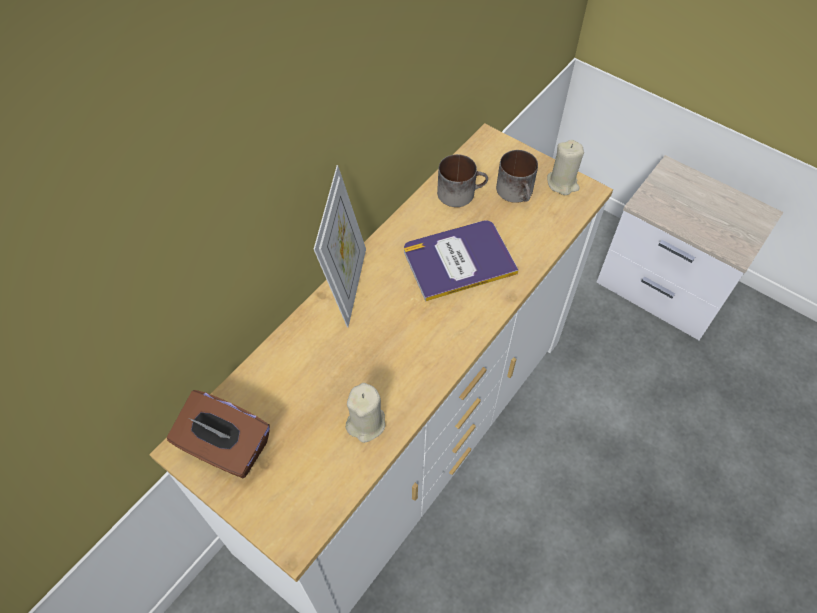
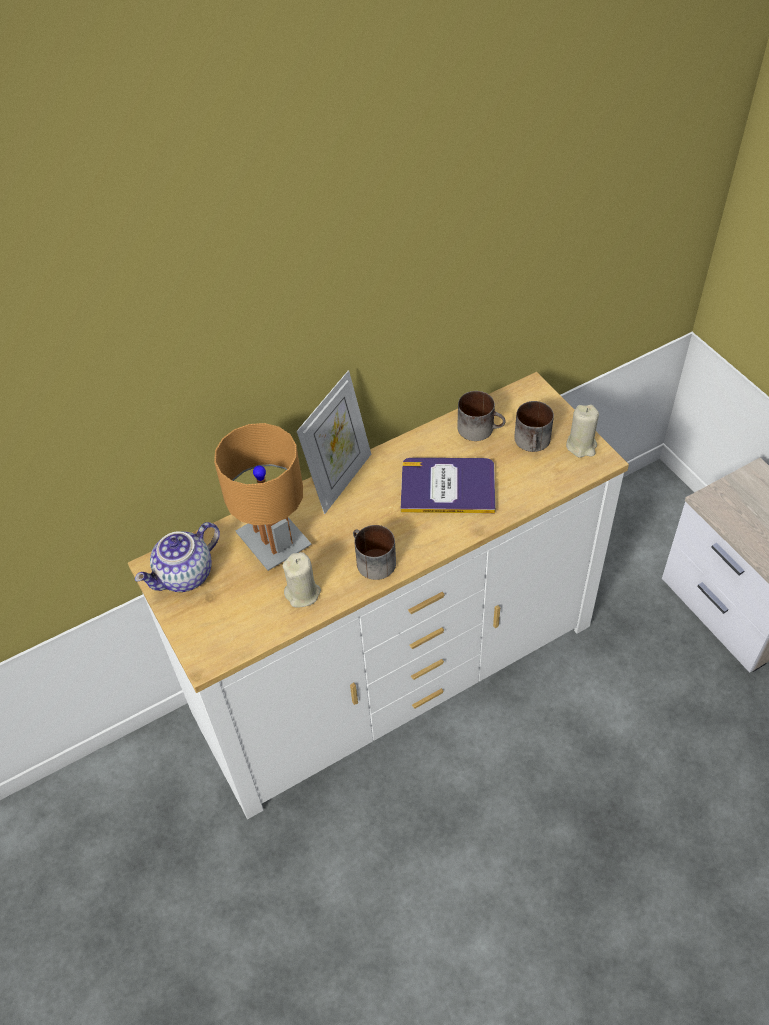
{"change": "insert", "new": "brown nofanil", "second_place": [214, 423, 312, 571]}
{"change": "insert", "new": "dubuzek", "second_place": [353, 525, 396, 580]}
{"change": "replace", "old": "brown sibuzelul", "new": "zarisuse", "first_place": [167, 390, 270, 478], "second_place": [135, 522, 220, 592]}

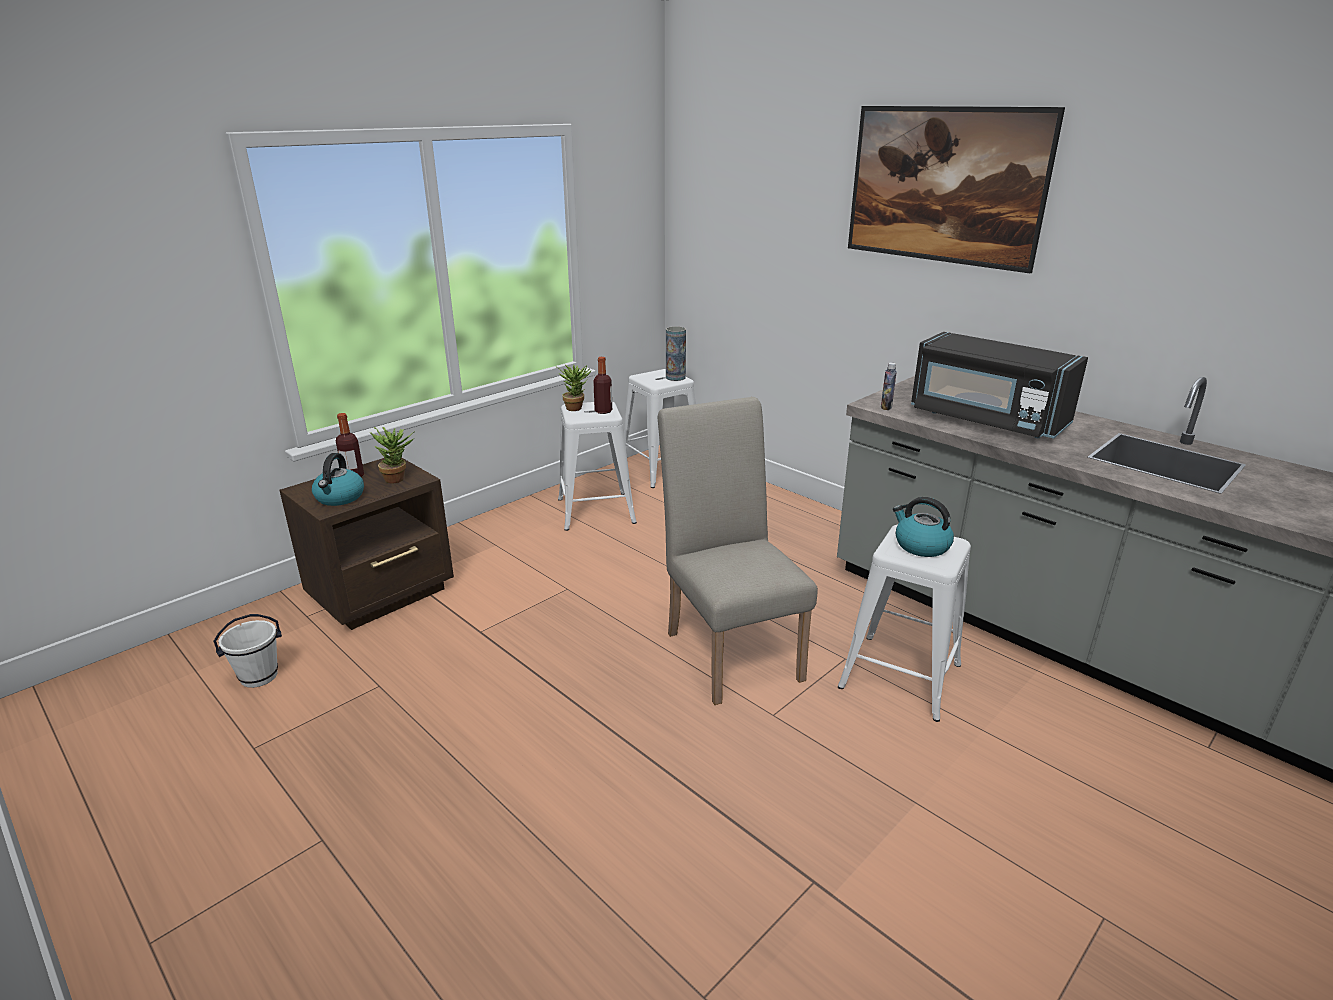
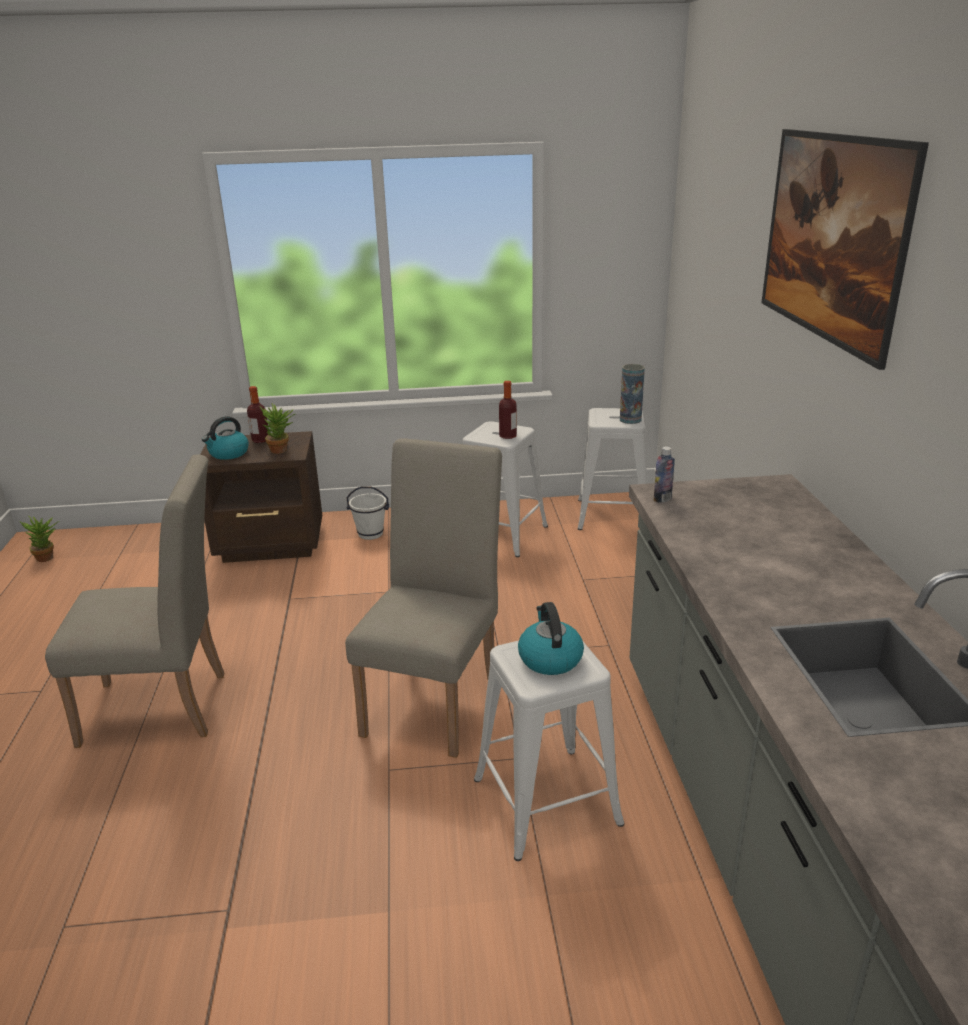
{"change": "delete", "old": "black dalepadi", "first_place": [911, 332, 1088, 439]}
{"change": "insert", "new": "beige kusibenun", "second_place": [45, 455, 224, 748]}
{"change": "move", "old": "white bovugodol", "first_place": [213, 614, 282, 688], "second_place": [346, 486, 389, 540]}
{"change": "move", "old": "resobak", "first_place": [555, 365, 592, 411], "second_place": [19, 516, 59, 562]}

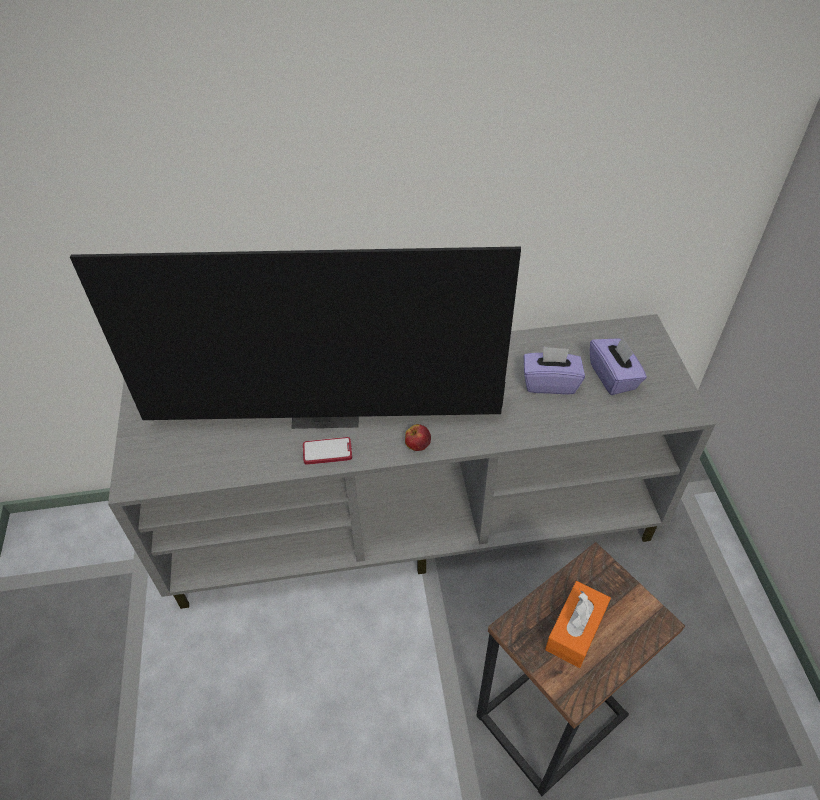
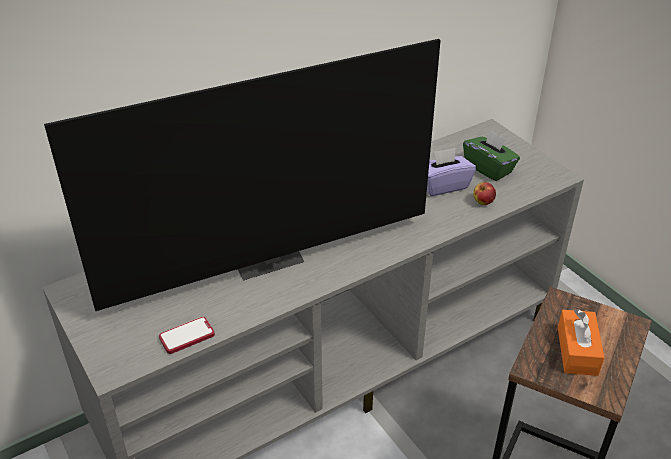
{"change": "move", "old": "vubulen", "first_place": [303, 437, 352, 465], "second_place": [159, 317, 215, 354]}
{"change": "move", "old": "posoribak", "first_place": [405, 424, 431, 451], "second_place": [473, 182, 496, 205]}
{"change": "recolor", "old": "purple sibuzelul", "new": "green sibuzelul", "first_place": [590, 337, 647, 395], "second_place": [463, 130, 520, 181]}

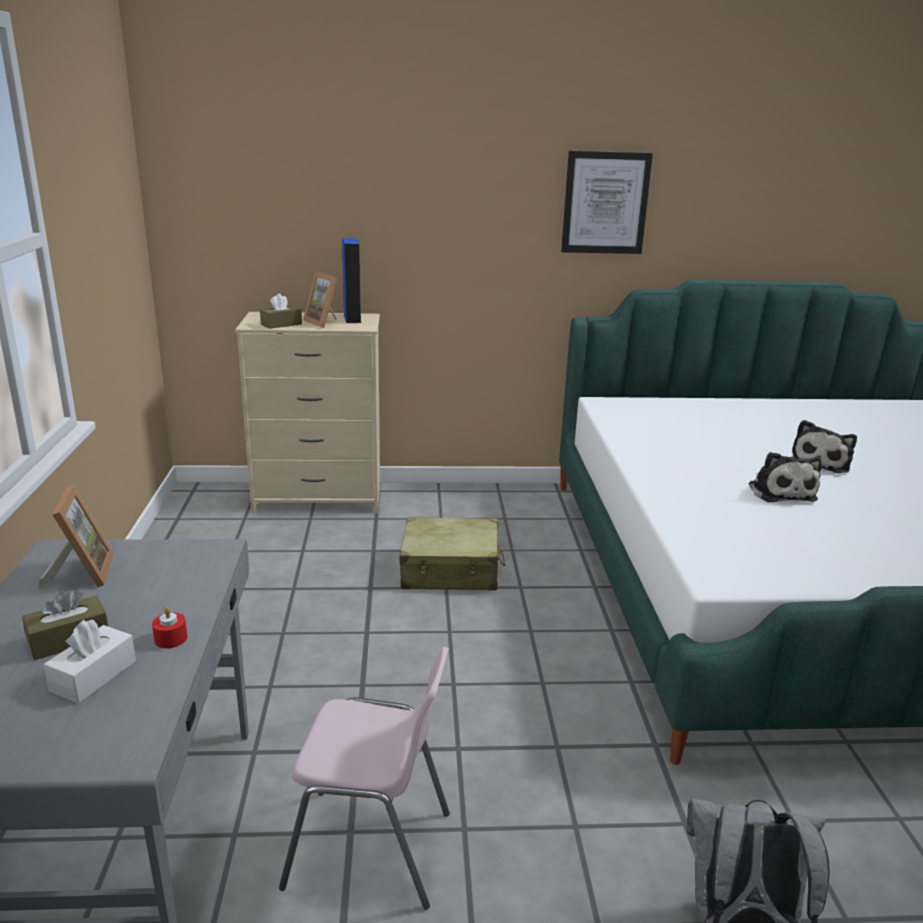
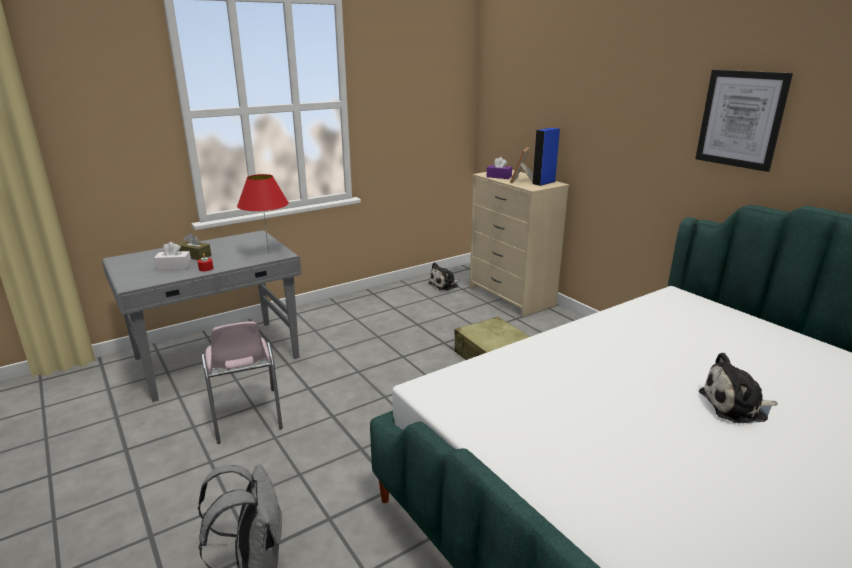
{"change": "delete", "old": "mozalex", "first_place": [38, 485, 114, 588]}
{"change": "insert", "new": "red nofanil", "second_place": [237, 174, 289, 254]}
{"change": "move", "old": "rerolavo", "first_place": [749, 452, 822, 502], "second_place": [428, 262, 460, 291]}
{"change": "recolor", "old": "brown sibuzelul", "new": "purple sibuzelul", "first_place": [260, 293, 302, 329], "second_place": [487, 157, 512, 179]}

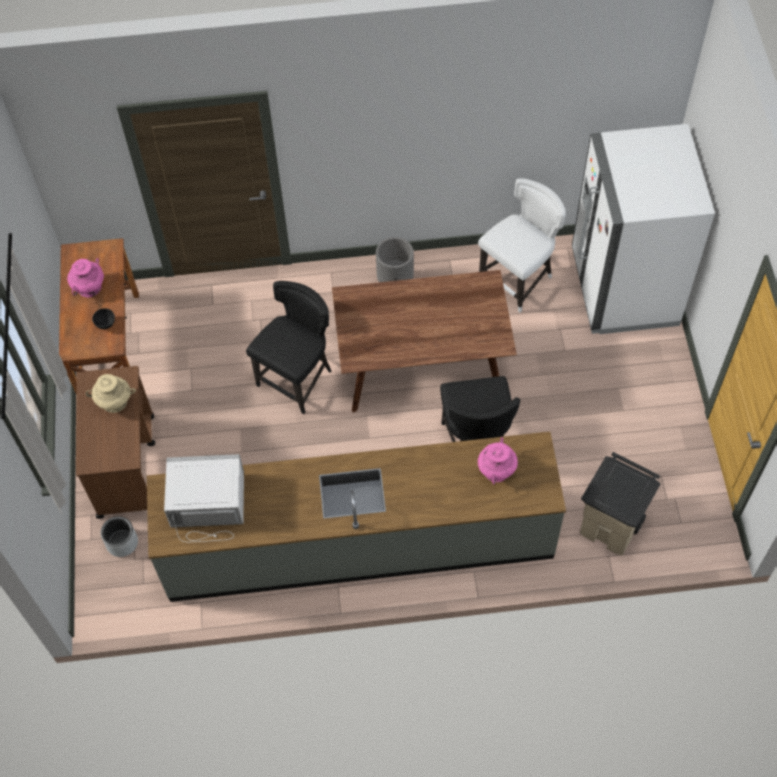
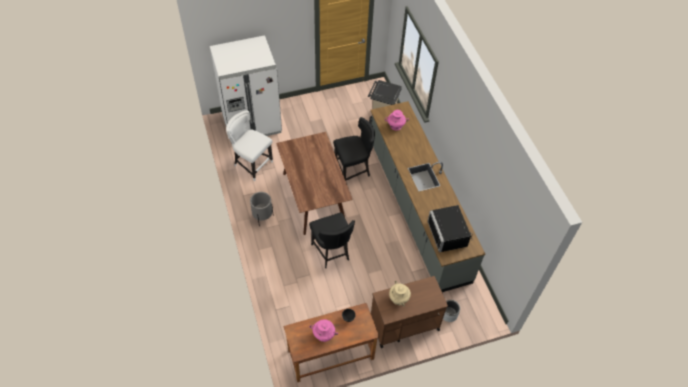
{"change": "recolor", "old": "white dalepadi", "new": "black dalepadi", "first_place": [164, 454, 244, 542], "second_place": [428, 205, 473, 252]}
{"change": "rotate", "old": "black kusibenun", "first_place": [246, 281, 332, 414], "second_place": [309, 212, 355, 268], "degrees": -135}

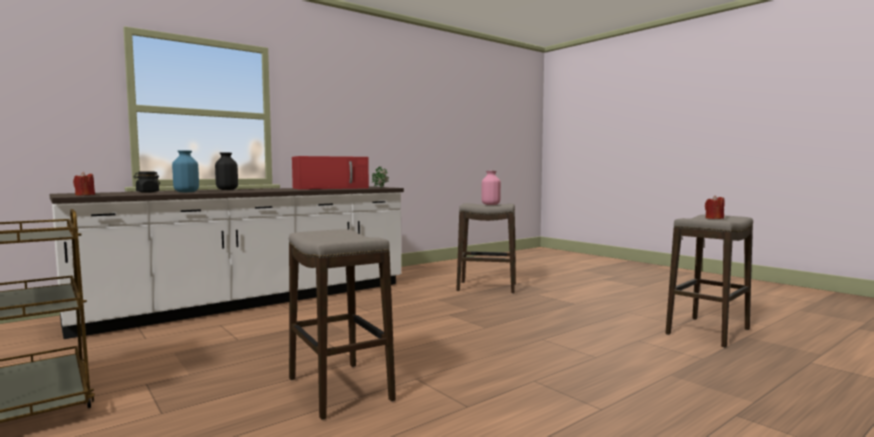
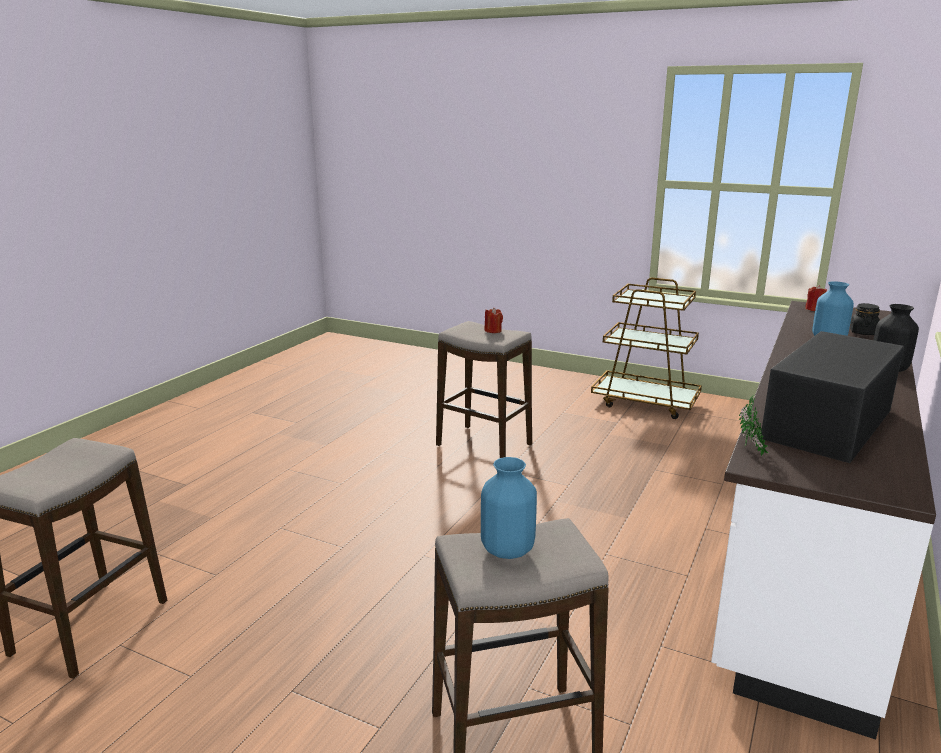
{"change": "move", "old": "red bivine", "first_place": [705, 195, 724, 219], "second_place": [484, 308, 503, 333]}
{"change": "recolor", "old": "red dalepadi", "new": "black dalepadi", "first_place": [292, 156, 369, 190], "second_place": [762, 331, 904, 463]}
{"change": "recolor", "old": "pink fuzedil", "new": "blue fuzedil", "first_place": [482, 171, 501, 205], "second_place": [481, 457, 537, 559]}

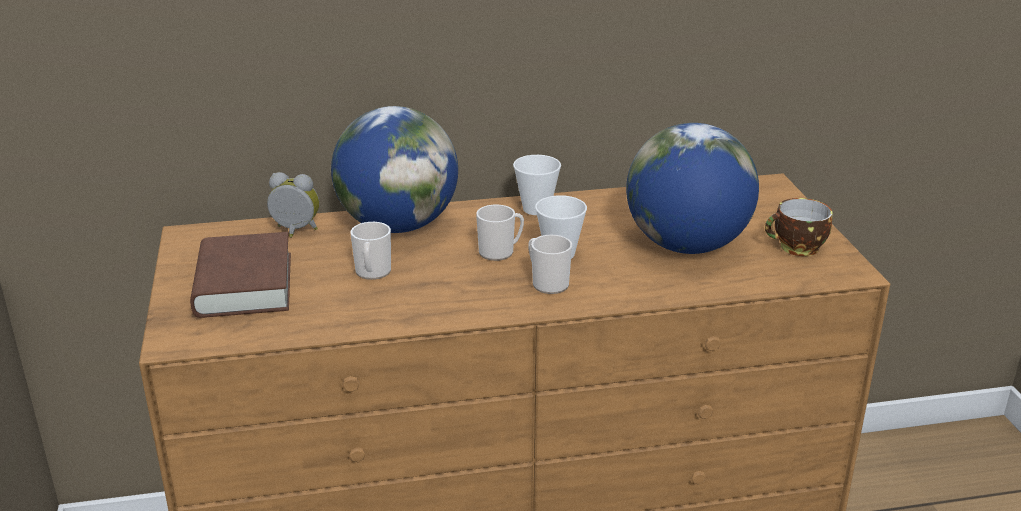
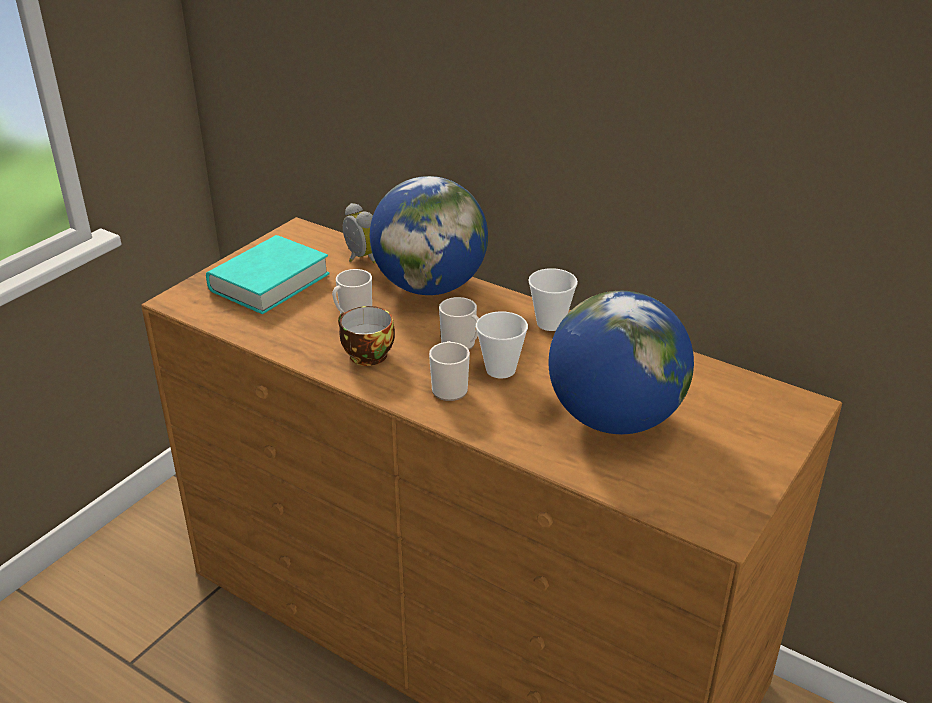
{"change": "move", "old": "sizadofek", "first_place": [765, 198, 832, 256], "second_place": [338, 306, 395, 366]}
{"change": "recolor", "old": "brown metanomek", "new": "turquoise metanomek", "first_place": [190, 232, 291, 318], "second_place": [206, 235, 329, 314]}

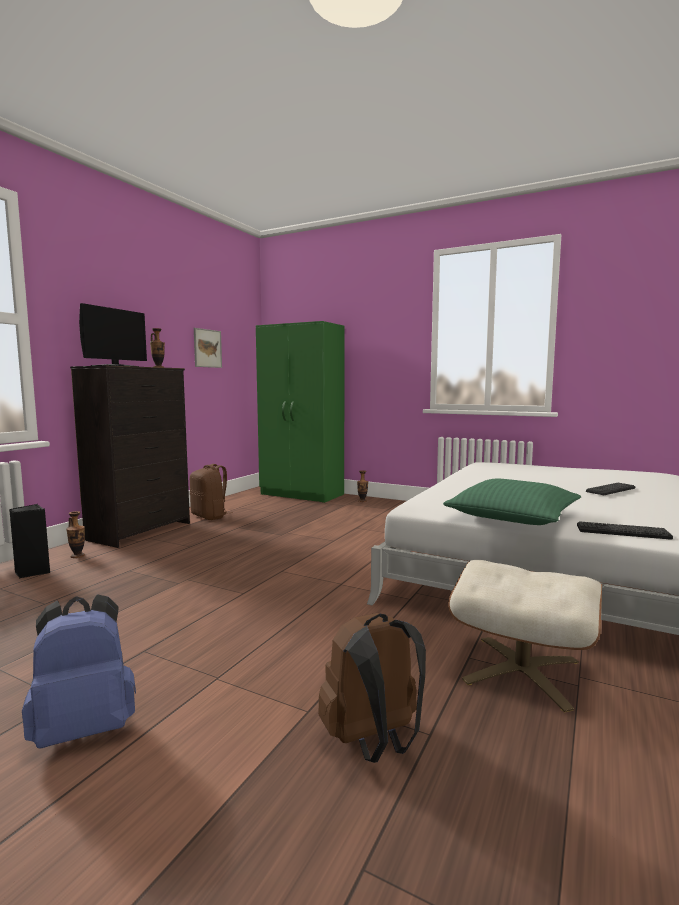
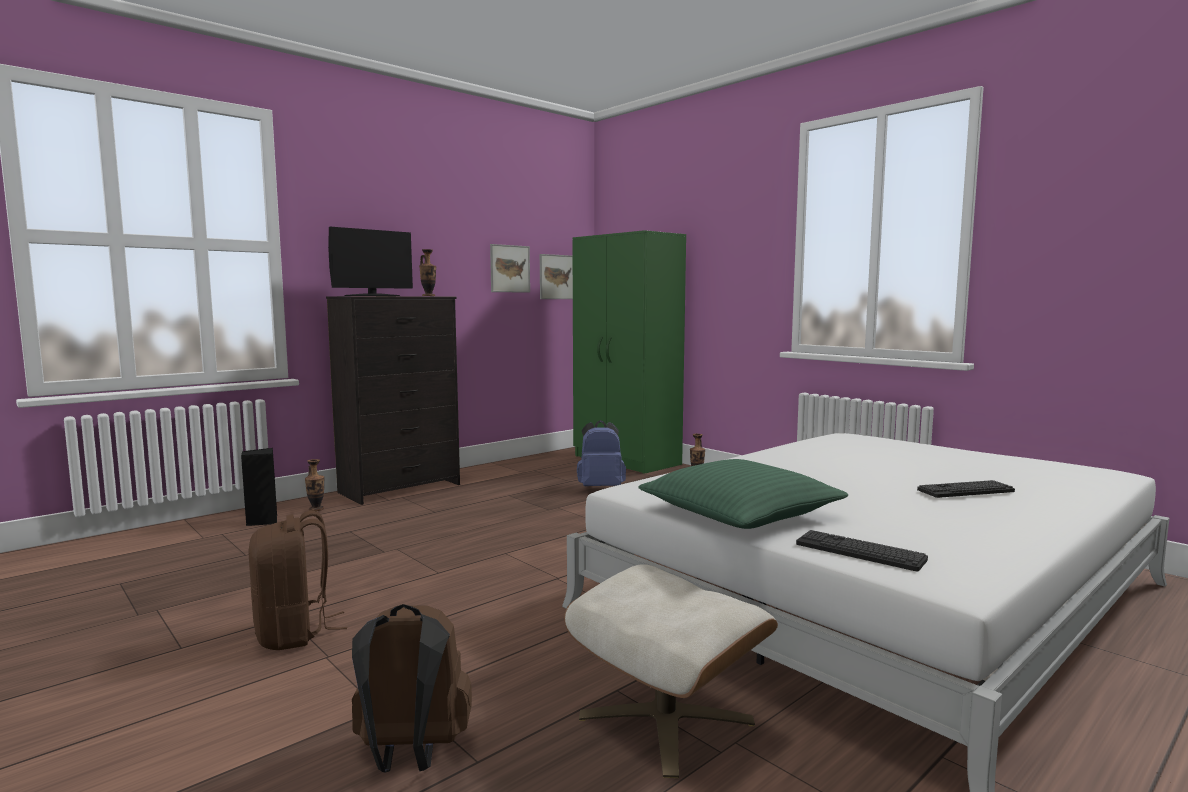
{"change": "insert", "new": "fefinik", "second_place": [540, 254, 573, 299]}
{"change": "move", "old": "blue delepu", "first_place": [22, 594, 136, 749], "second_place": [577, 420, 626, 486]}
{"change": "move", "old": "brown delepu", "first_place": [190, 464, 233, 520], "second_place": [248, 511, 347, 650]}

